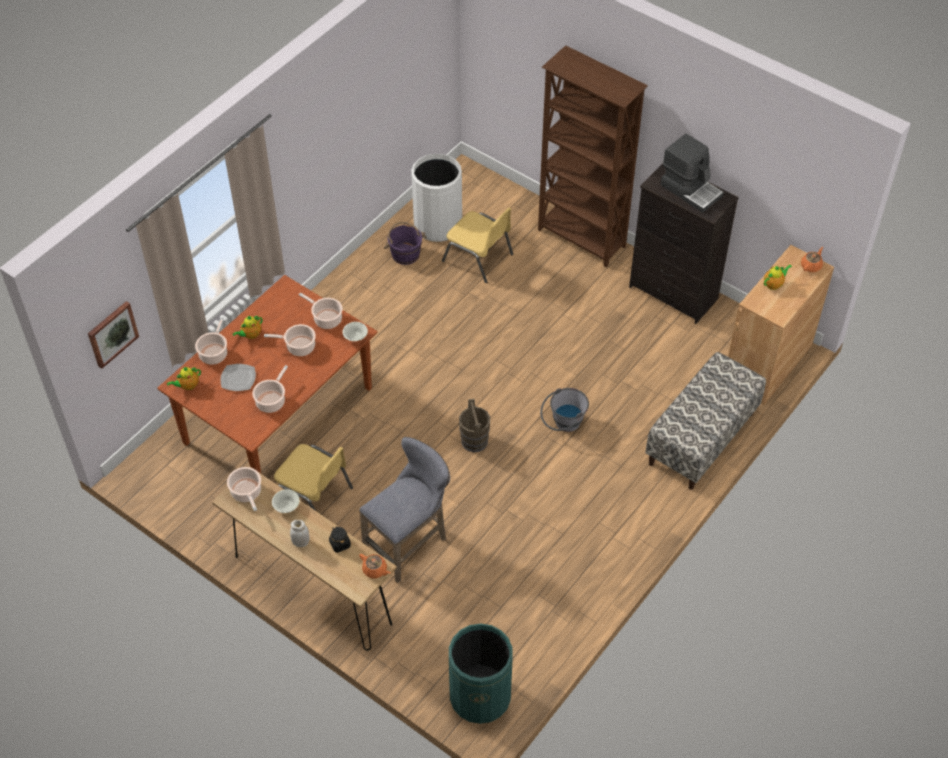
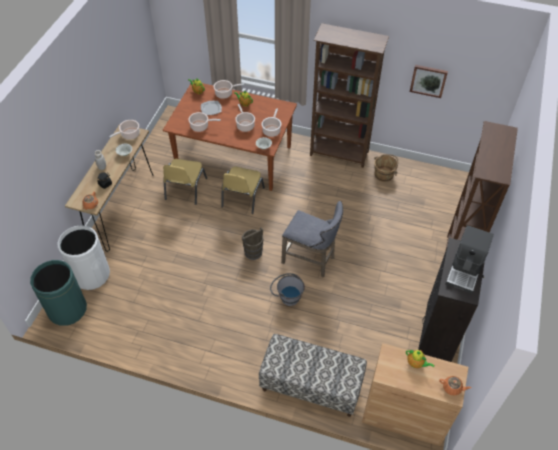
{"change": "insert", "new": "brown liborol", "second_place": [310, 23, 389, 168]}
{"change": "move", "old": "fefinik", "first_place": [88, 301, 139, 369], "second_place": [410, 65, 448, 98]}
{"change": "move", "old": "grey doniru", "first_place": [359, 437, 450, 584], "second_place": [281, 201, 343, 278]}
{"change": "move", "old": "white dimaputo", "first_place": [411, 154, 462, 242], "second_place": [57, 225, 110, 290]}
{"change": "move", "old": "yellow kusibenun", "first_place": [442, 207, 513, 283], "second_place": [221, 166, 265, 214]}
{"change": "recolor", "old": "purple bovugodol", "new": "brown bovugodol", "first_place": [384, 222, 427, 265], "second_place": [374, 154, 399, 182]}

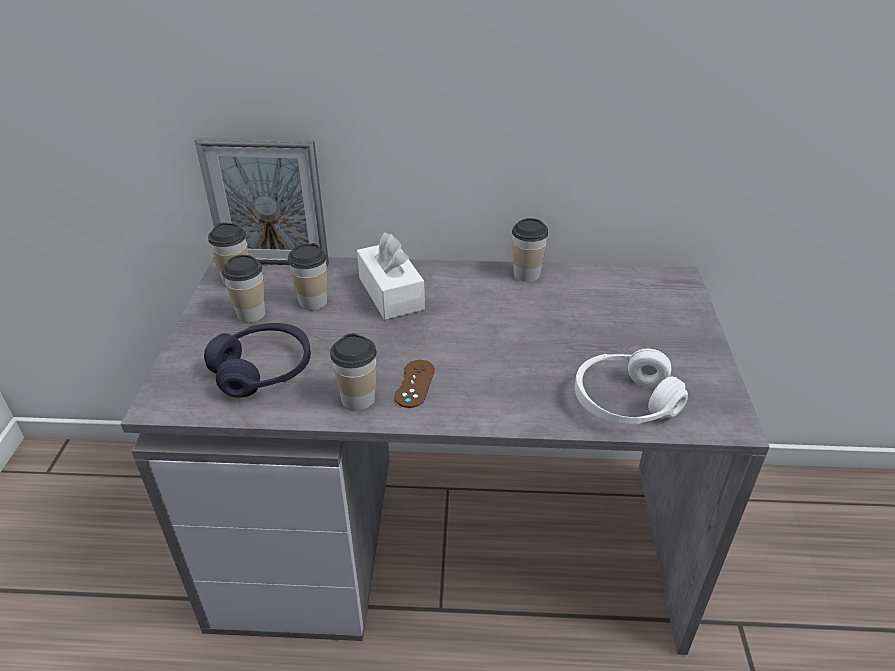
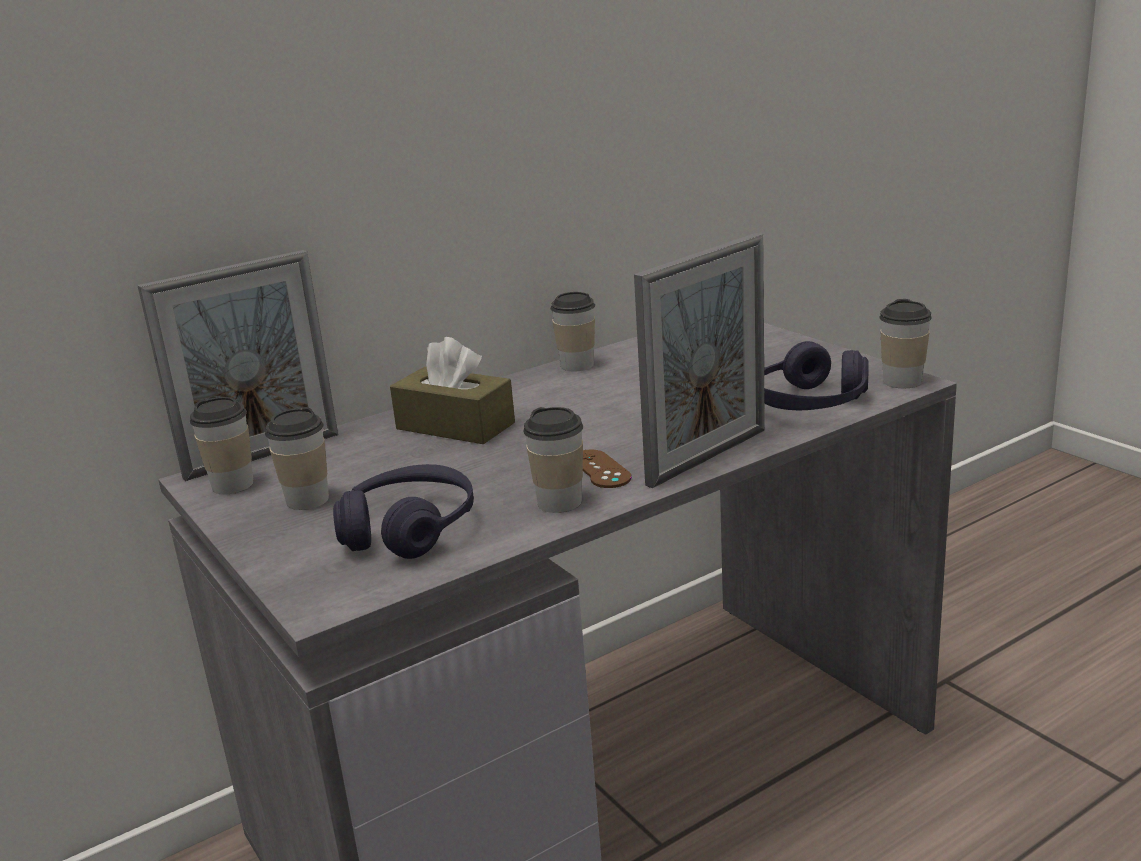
{"change": "insert", "new": "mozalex", "second_place": [634, 233, 765, 488]}
{"change": "move", "old": "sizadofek", "first_place": [288, 243, 327, 310], "second_place": [880, 299, 932, 388]}
{"change": "recolor", "old": "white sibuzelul", "new": "brown sibuzelul", "first_place": [357, 232, 425, 320], "second_place": [390, 337, 515, 444]}
{"change": "recolor", "old": "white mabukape", "new": "purple mabukape", "first_place": [575, 349, 688, 425], "second_place": [764, 341, 869, 410]}

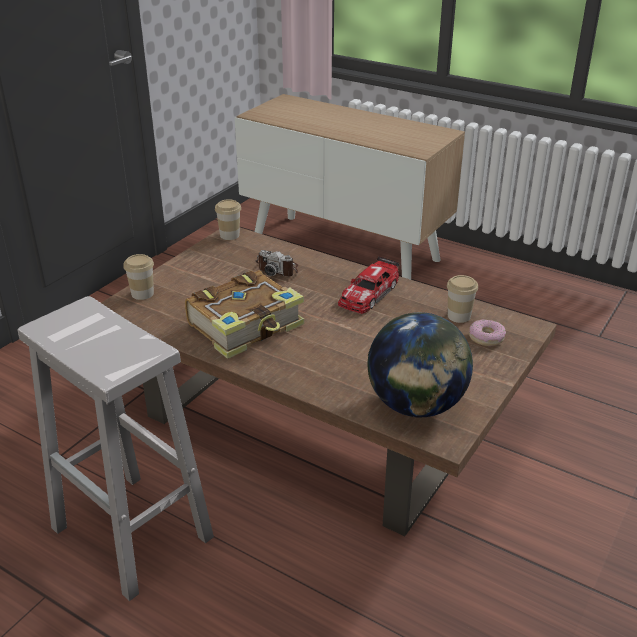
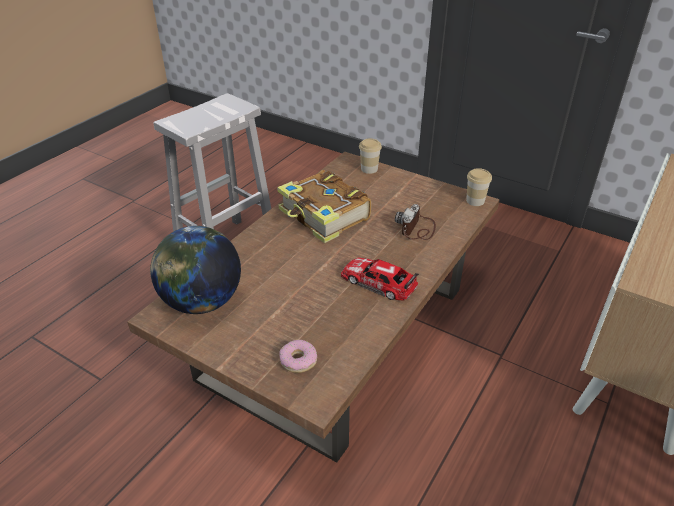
{"change": "delete", "old": "sizadofek", "first_place": [447, 275, 478, 323]}

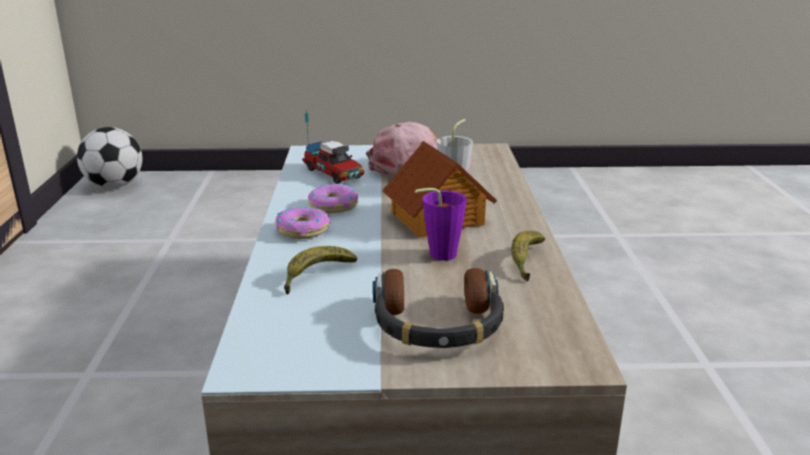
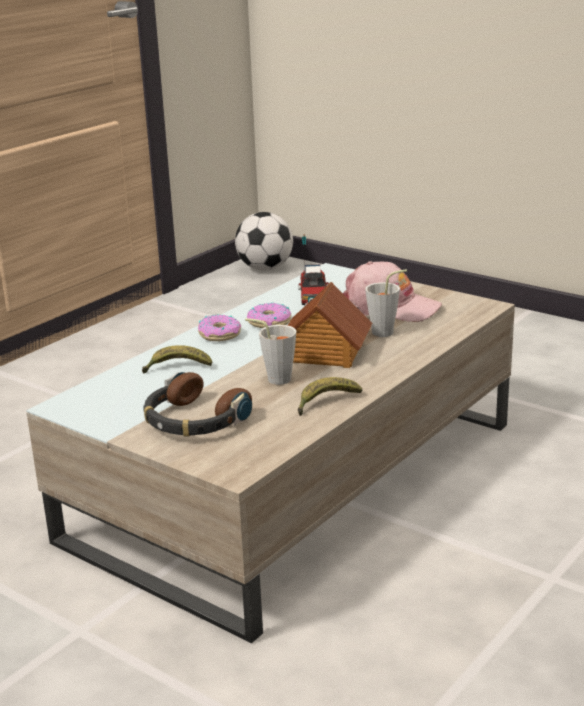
{"change": "recolor", "old": "purple sizadofek", "new": "grey sizadofek", "first_place": [415, 188, 467, 261], "second_place": [245, 318, 296, 385]}

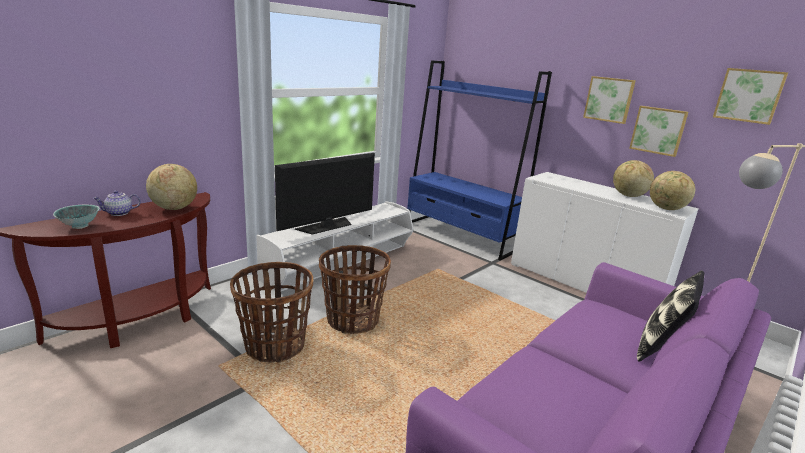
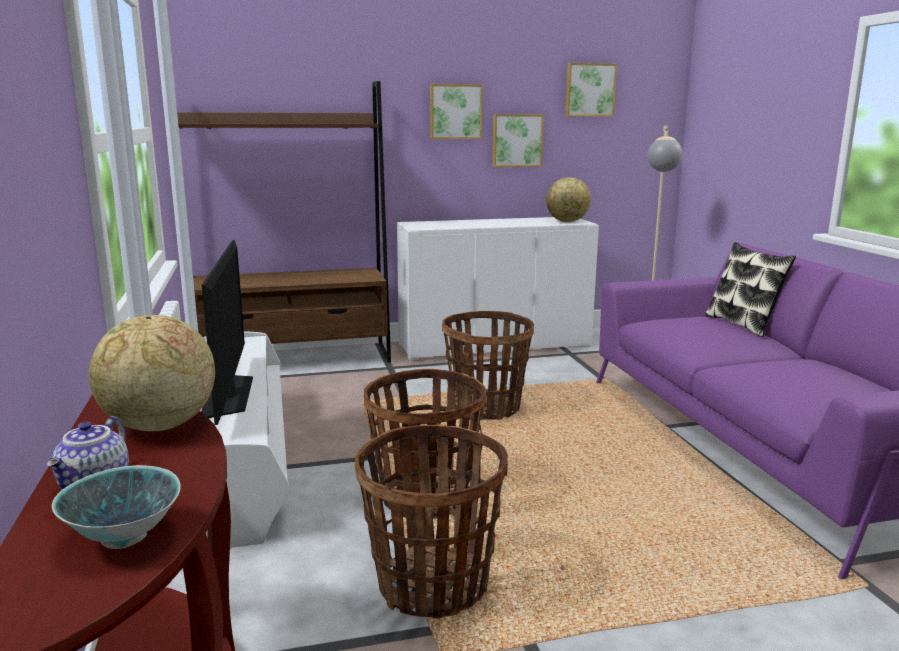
{"change": "delete", "old": "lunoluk", "first_place": [613, 160, 654, 197]}
{"change": "insert", "new": "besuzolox", "second_place": [442, 311, 534, 420]}
{"change": "recolor", "old": "blue liborol", "new": "brown liborol", "first_place": [407, 60, 552, 261], "second_place": [177, 81, 391, 363]}

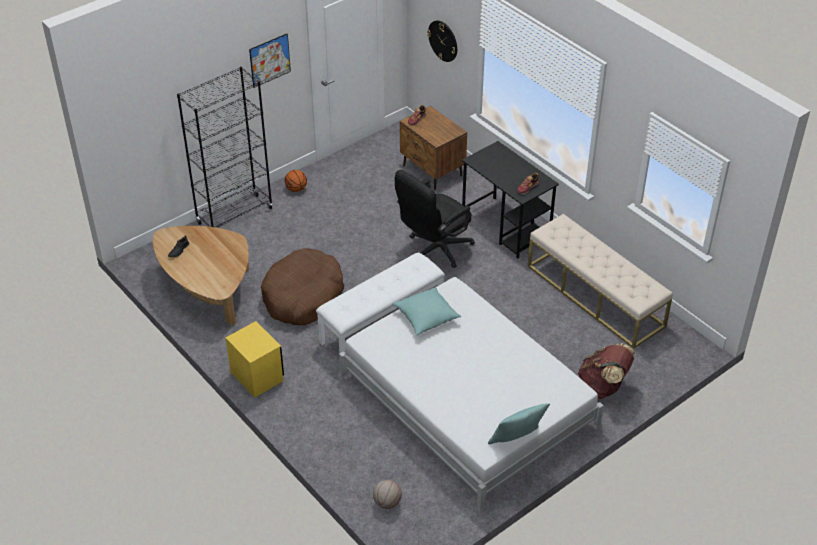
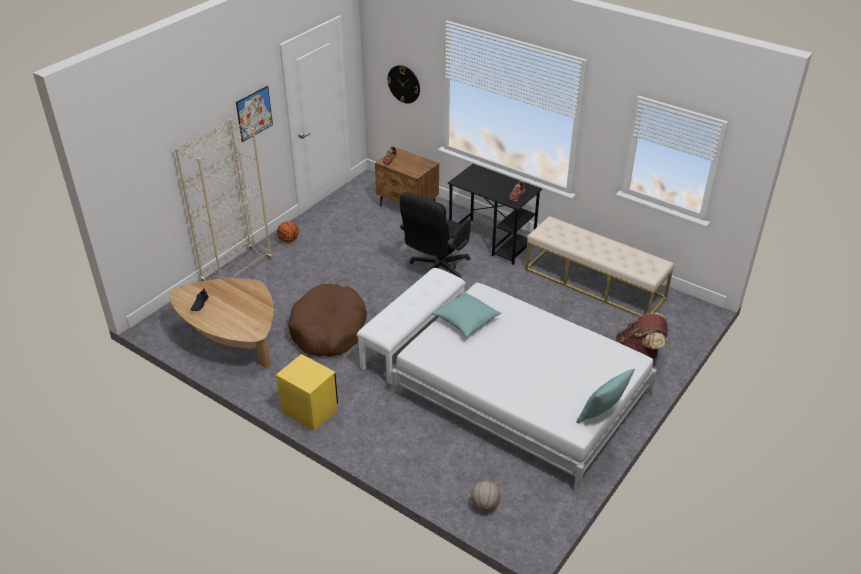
{"change": "recolor", "old": "black liborol", "new": "beige liborol", "first_place": [177, 66, 273, 228], "second_place": [175, 119, 272, 281]}

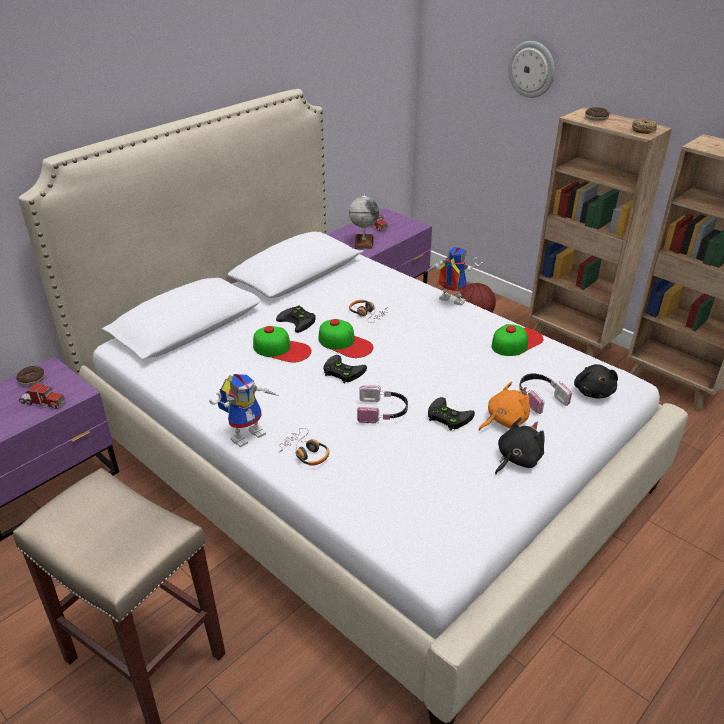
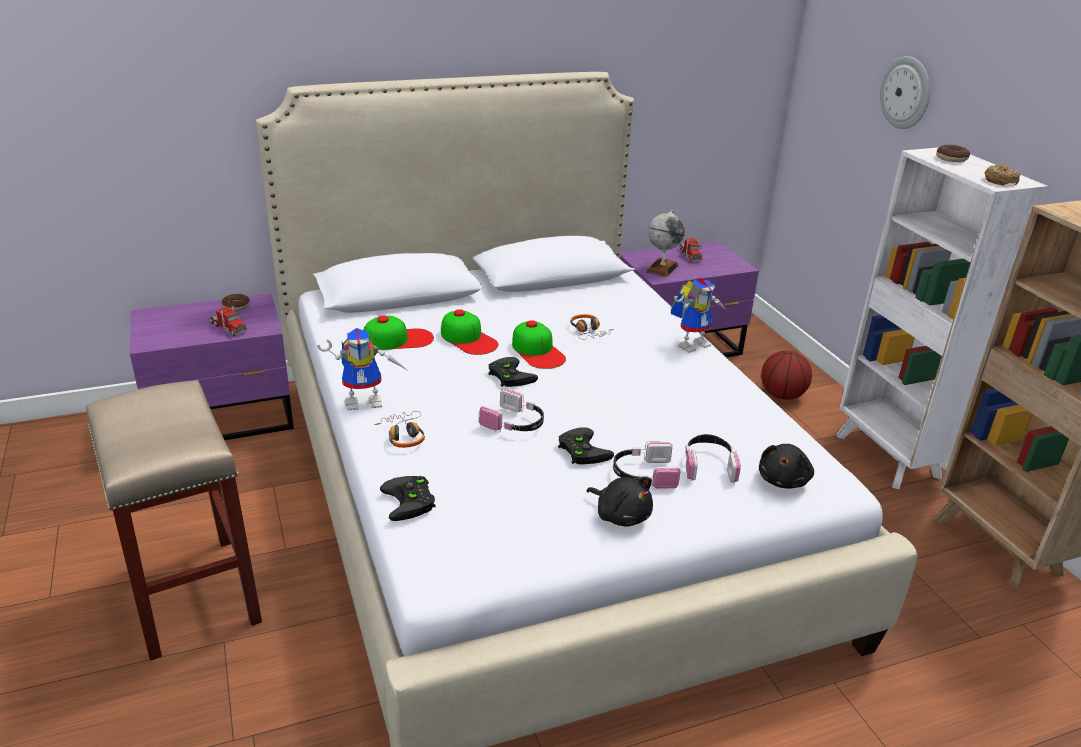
{"change": "move", "old": "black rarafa", "first_place": [276, 305, 316, 333], "second_place": [380, 476, 436, 521]}
{"change": "move", "old": "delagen", "first_place": [492, 324, 543, 356], "second_place": [363, 315, 434, 350]}
{"change": "replace", "old": "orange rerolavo", "new": "mabukape", "first_place": [479, 381, 530, 431], "second_place": [613, 441, 681, 489]}
{"change": "recolor", "old": "brown liborol", "new": "white liborol", "first_place": [528, 107, 672, 357], "second_place": [836, 147, 1048, 489]}
{"change": "rotate", "old": "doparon", "first_place": [426, 247, 483, 306], "second_place": [671, 278, 727, 353], "degrees": 90}
{"change": "rotate", "old": "black rerolavo", "first_place": [495, 417, 545, 474], "second_place": [586, 477, 653, 527], "degrees": 60}

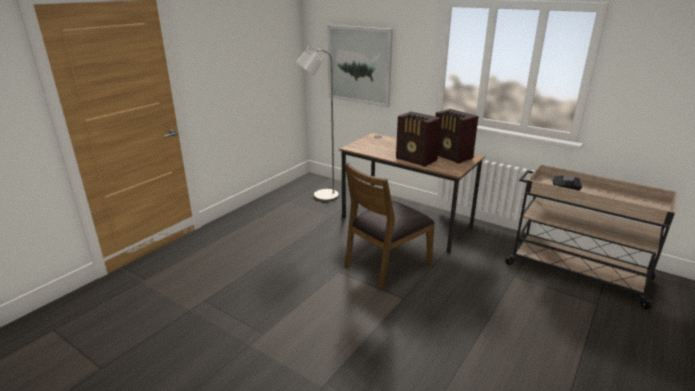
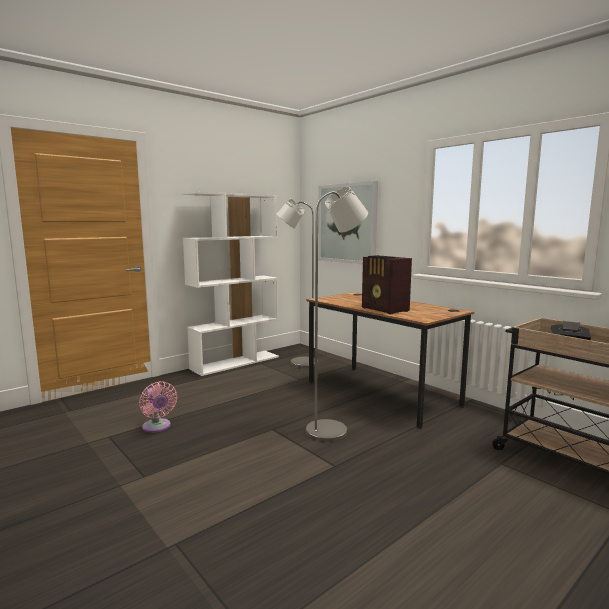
{"change": "delete", "old": "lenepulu", "first_place": [436, 109, 478, 164]}
{"change": "insert", "new": "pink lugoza", "second_place": [139, 381, 177, 433]}
{"change": "insert", "new": "white liborol", "second_place": [181, 191, 279, 376]}
{"change": "replace", "old": "brown kusibenun", "new": "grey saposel", "first_place": [345, 163, 435, 291], "second_place": [306, 186, 368, 442]}

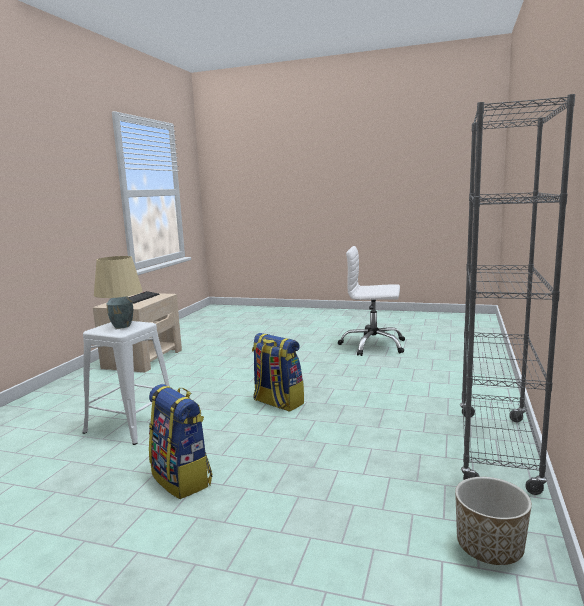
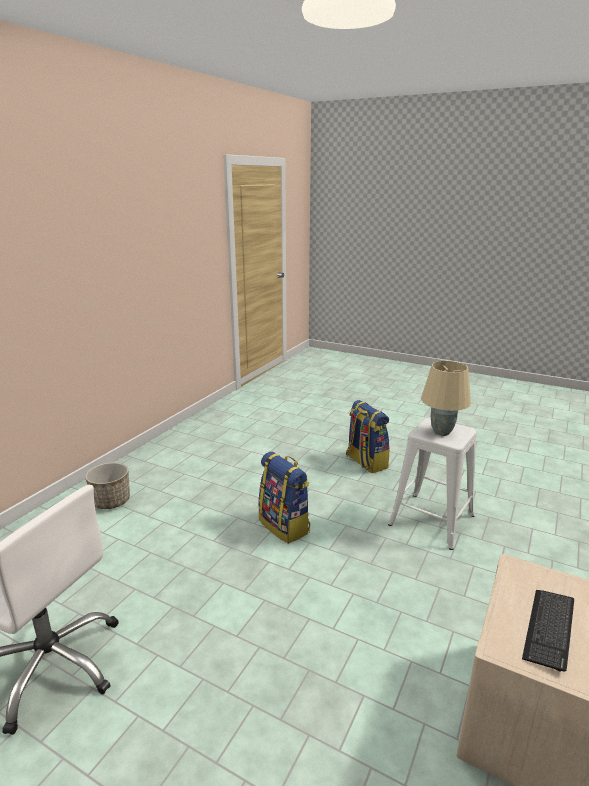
{"change": "delete", "old": "grey liborol", "first_place": [460, 94, 575, 495]}
{"change": "move", "old": "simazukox", "first_place": [455, 477, 532, 565], "second_place": [85, 462, 130, 509]}

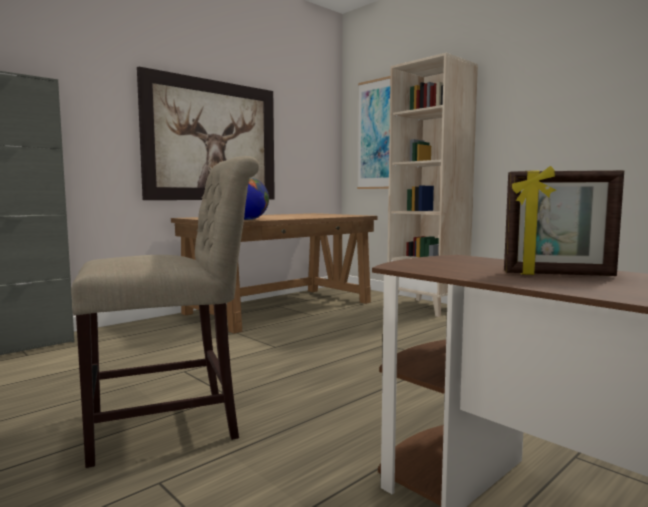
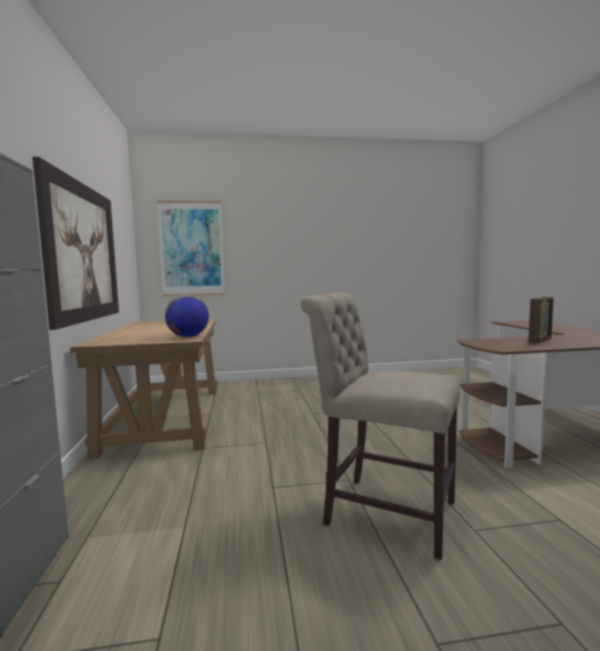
{"change": "delete", "old": "beige liborol", "first_place": [388, 53, 478, 317]}
{"change": "rotate", "old": "beige kusibenun", "first_place": [71, 156, 259, 468], "second_place": [301, 292, 460, 560], "degrees": -75}

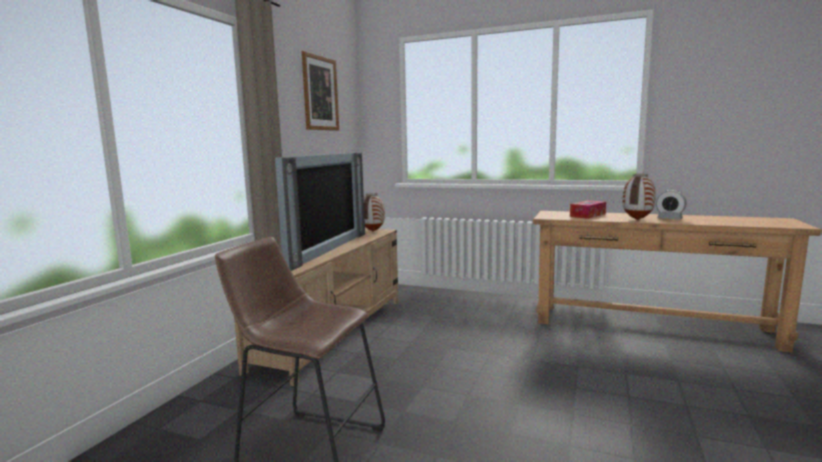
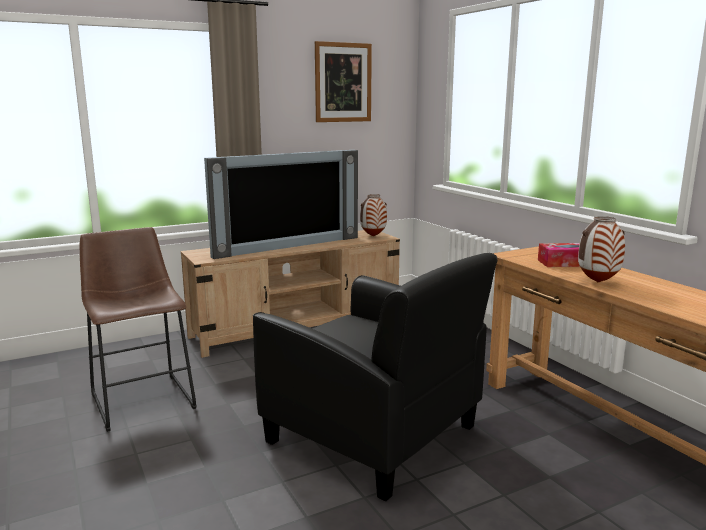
{"change": "delete", "old": "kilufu", "first_place": [656, 190, 687, 220]}
{"change": "insert", "new": "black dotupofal", "second_place": [253, 253, 497, 501]}

